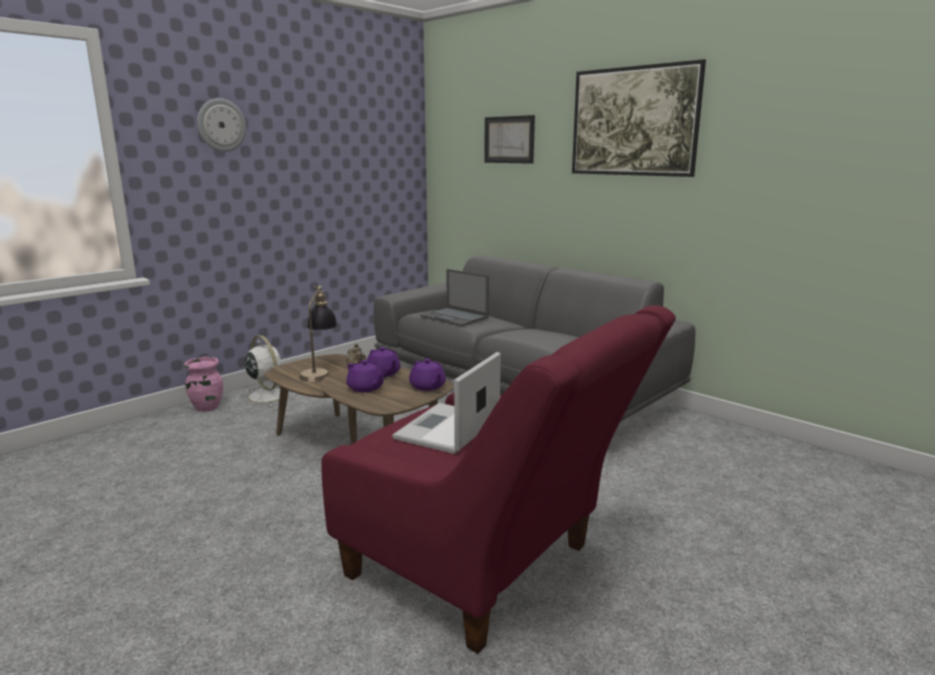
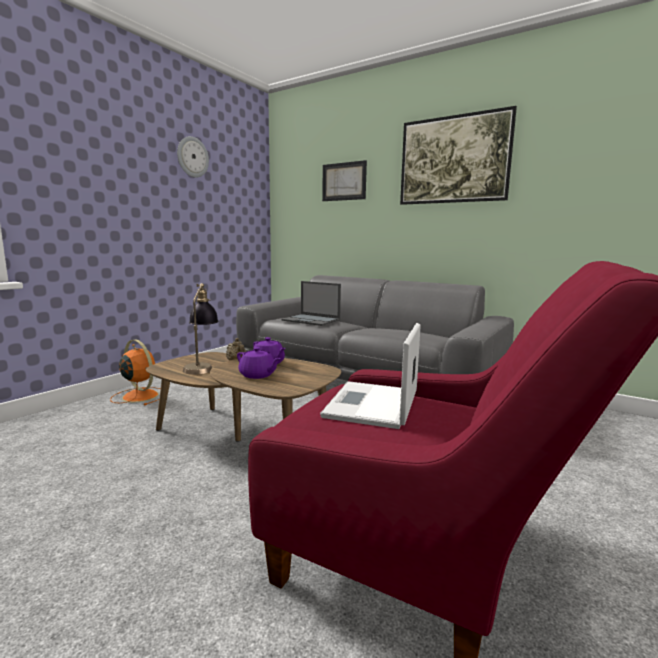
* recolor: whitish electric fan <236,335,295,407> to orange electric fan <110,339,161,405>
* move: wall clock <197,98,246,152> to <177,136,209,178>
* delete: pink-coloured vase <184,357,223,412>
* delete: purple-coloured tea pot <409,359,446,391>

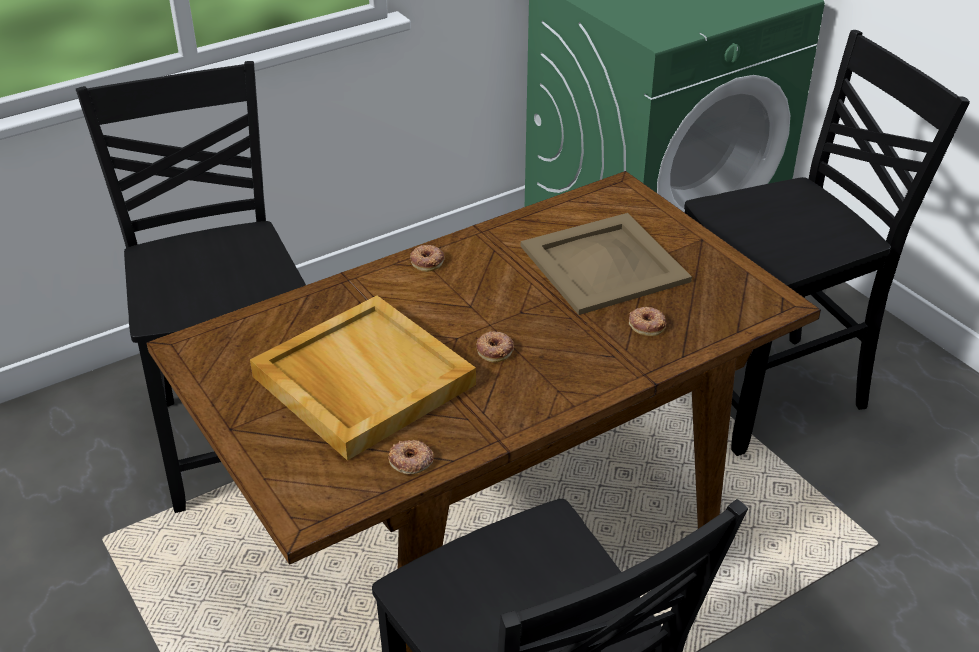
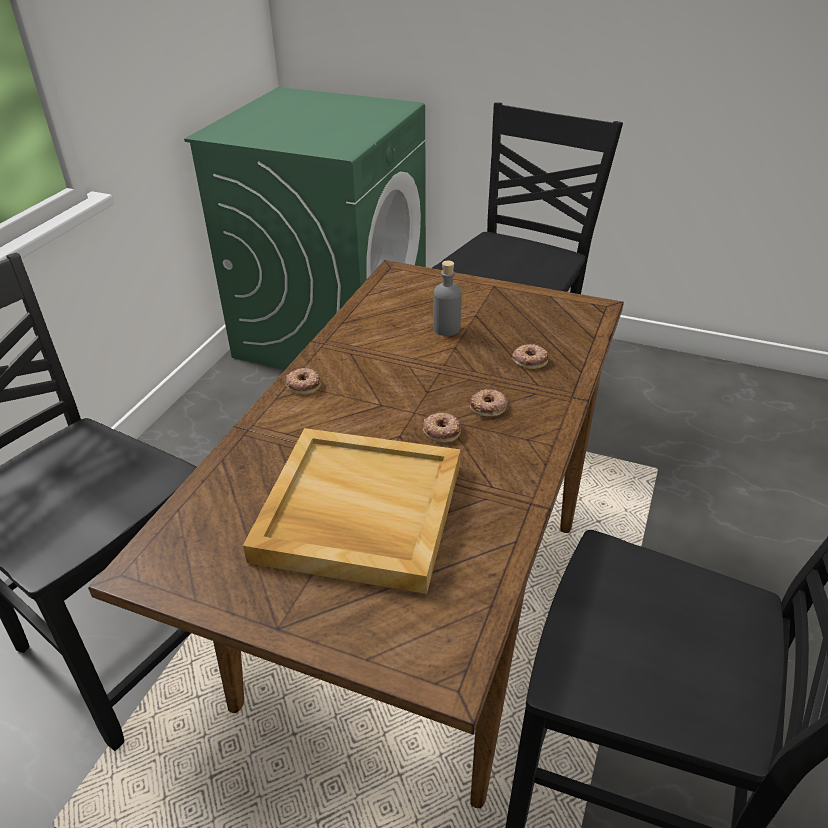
* replace: beige-coloured carrying tray <521,213,692,315> to grey bottle <433,260,462,336>
* move: donut <388,440,434,474> to <470,389,507,416>

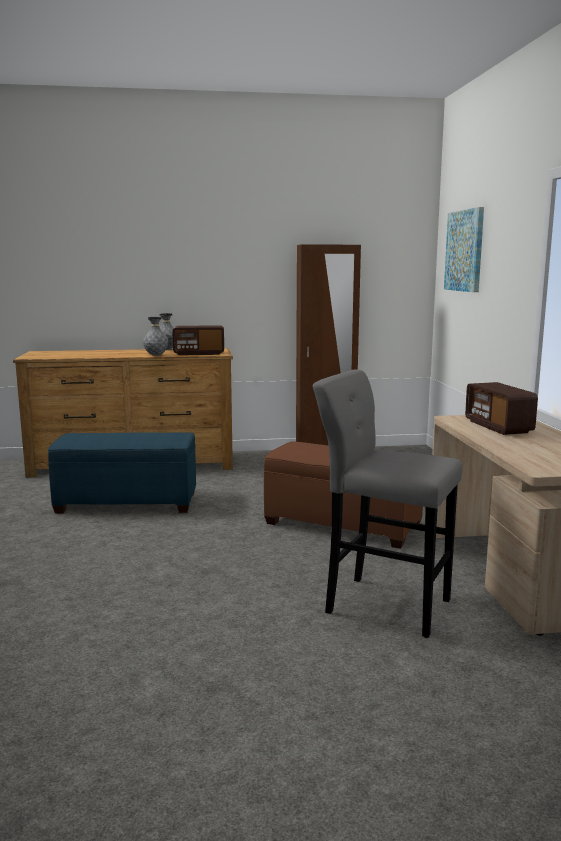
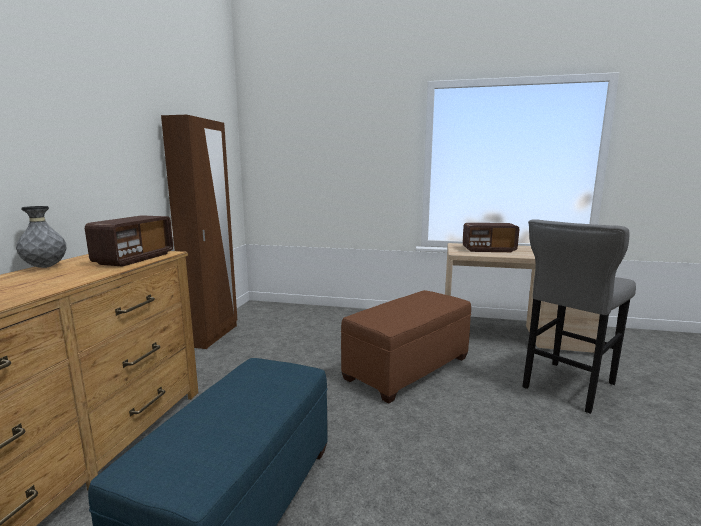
* delete: grey vase <143,317,169,356>
* delete: picture <444,207,484,292>

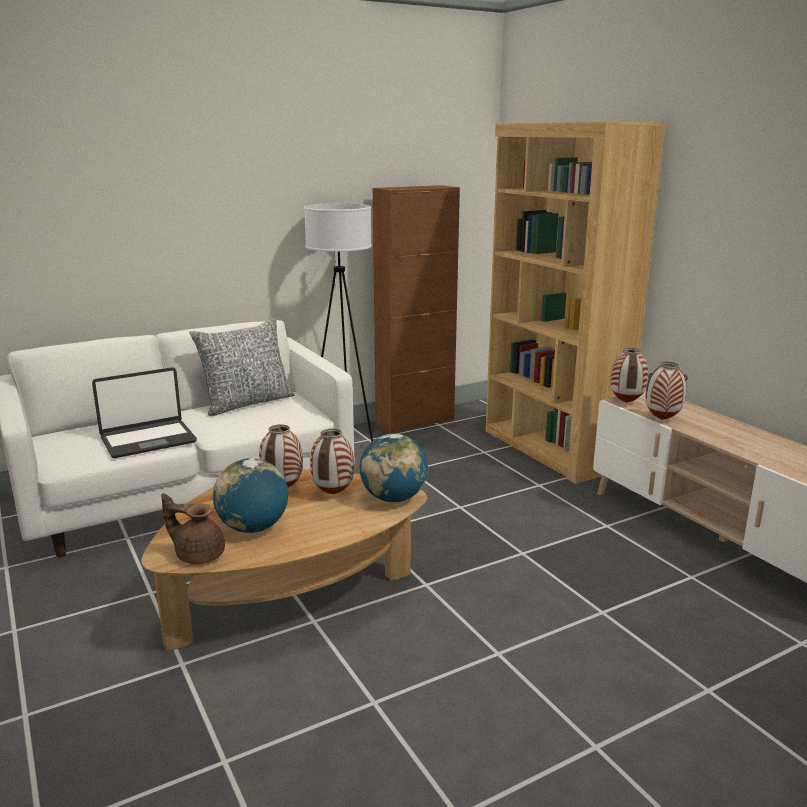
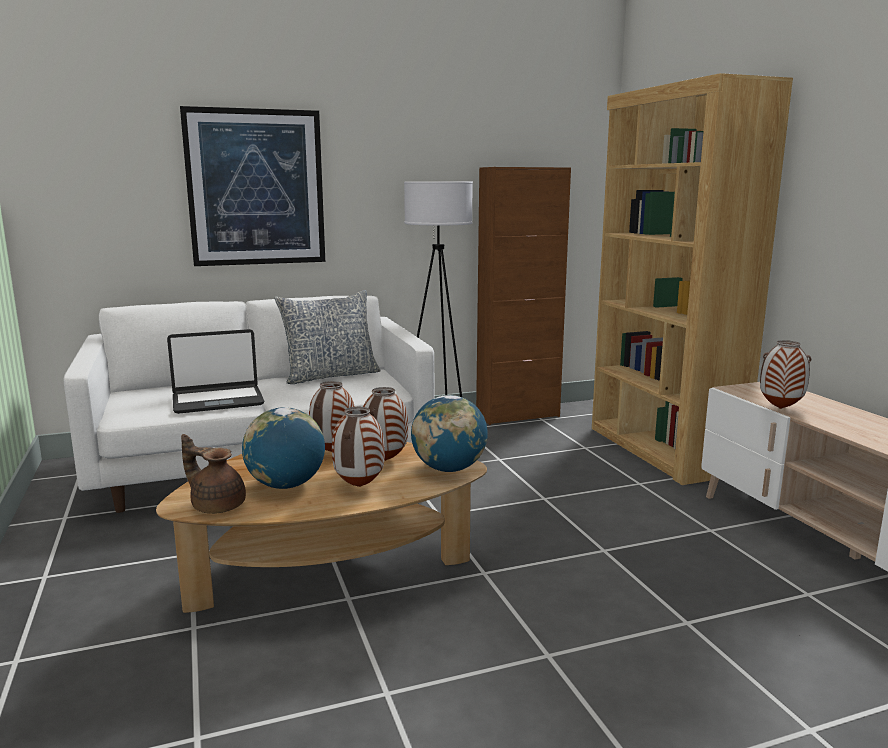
* insert: picture <180,106,325,266>
* move: vase <610,348,648,403> to <332,407,385,487>

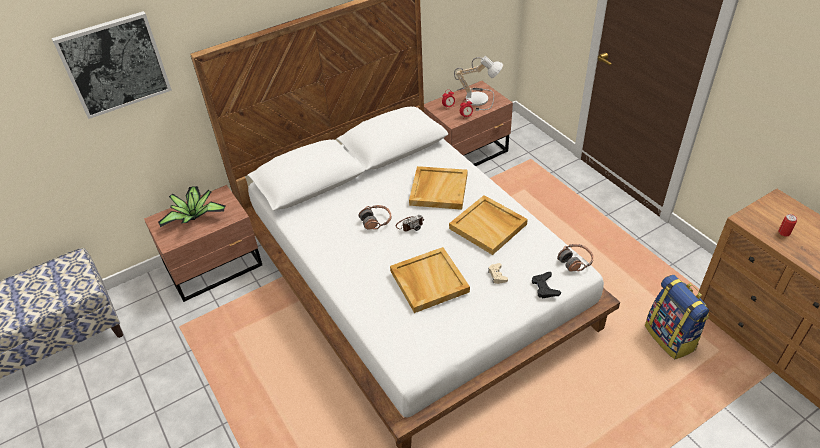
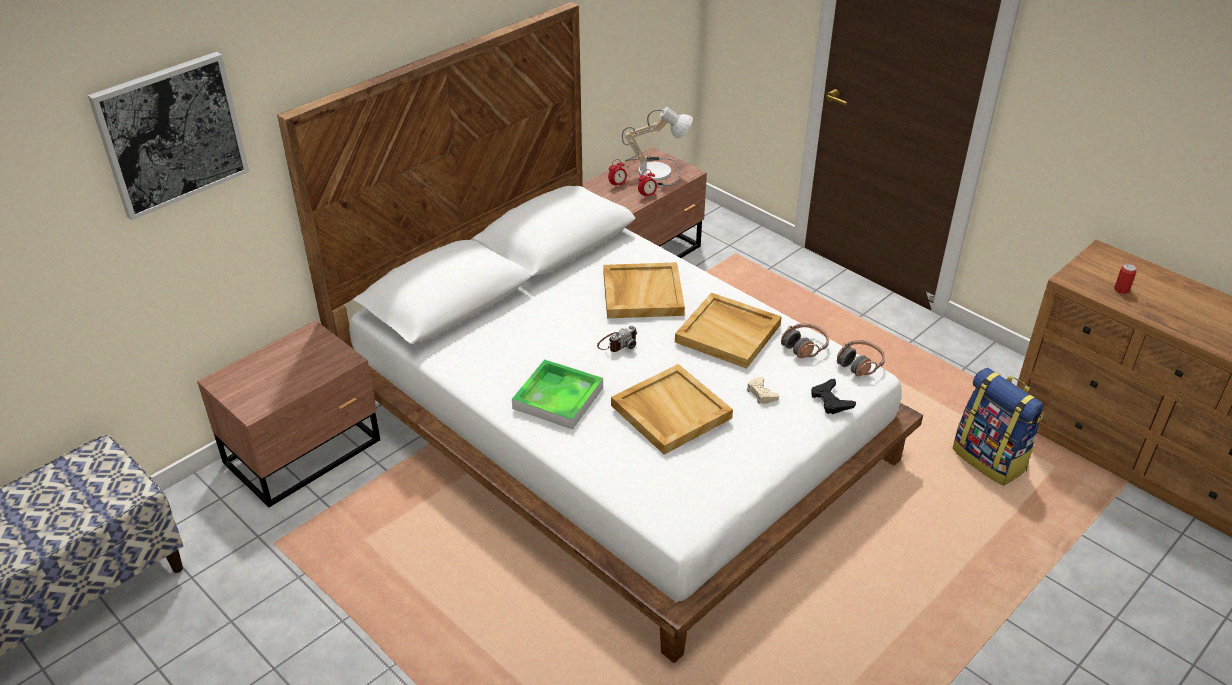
* insert: carrying tray <512,359,603,429>
* move: pair of headphones <359,205,391,230> to <781,323,829,358>
* delete: potted plant <158,186,225,227>

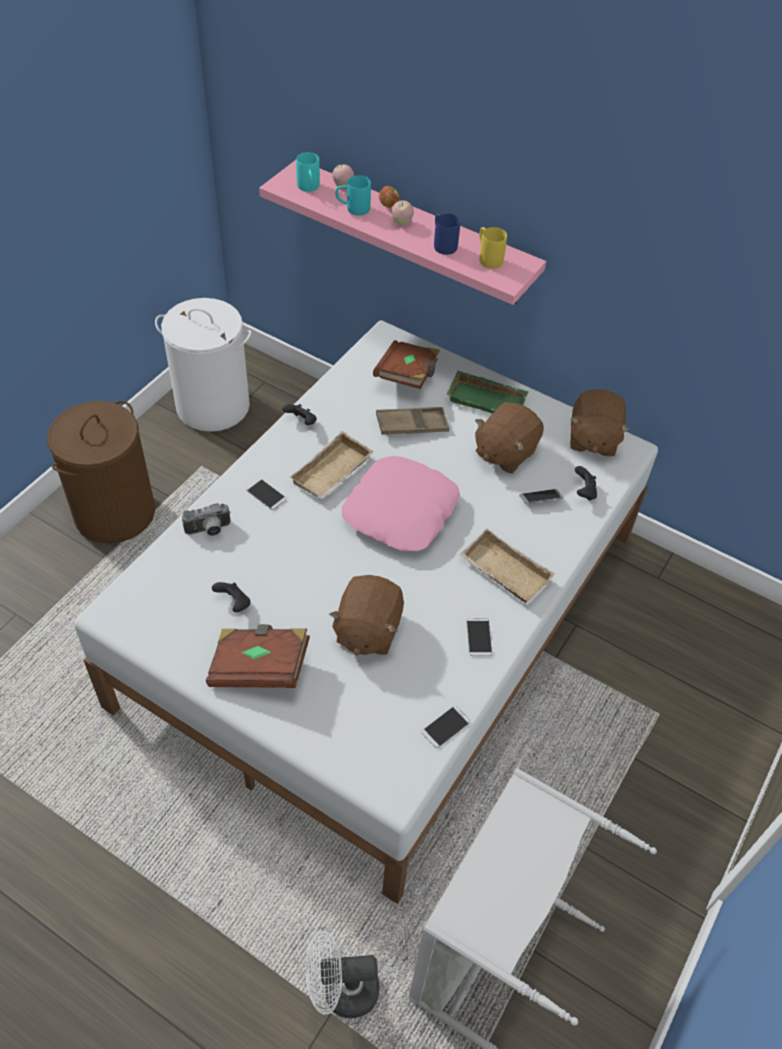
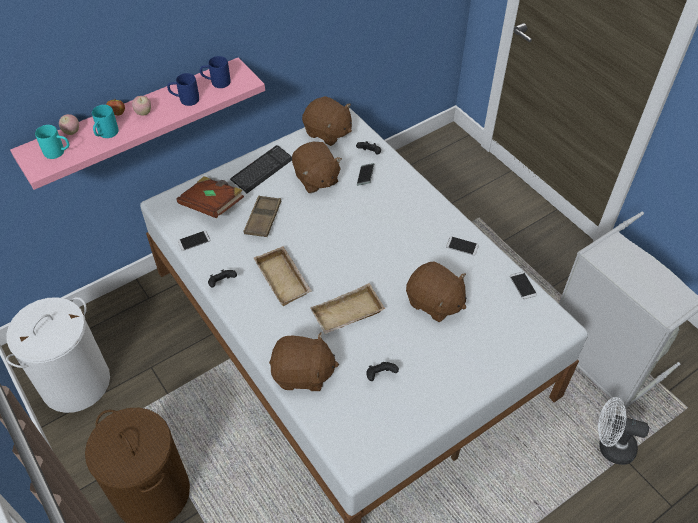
* move: phone <246,478,287,510> to <178,231,211,251>
* recolor: yellow-coloured coffee mug <479,227,507,269> to blue-coloured coffee mug <200,56,231,88>
* replace: green-coloured carrying tray <446,371,528,414> to PC keyboard <230,145,292,193>
* replace: photo camera <182,503,230,536> to brown plush toy <269,332,339,391>
* move: beige-coloured carrying tray <459,529,555,602> to <310,283,385,334>
* rotate: whitish electric fan <305,931,379,1018> = <598,397,649,465> 90 degrees clockwise
* delete: brown book <206,624,310,688>
* delete: pink-coloured cushion <342,456,460,551>

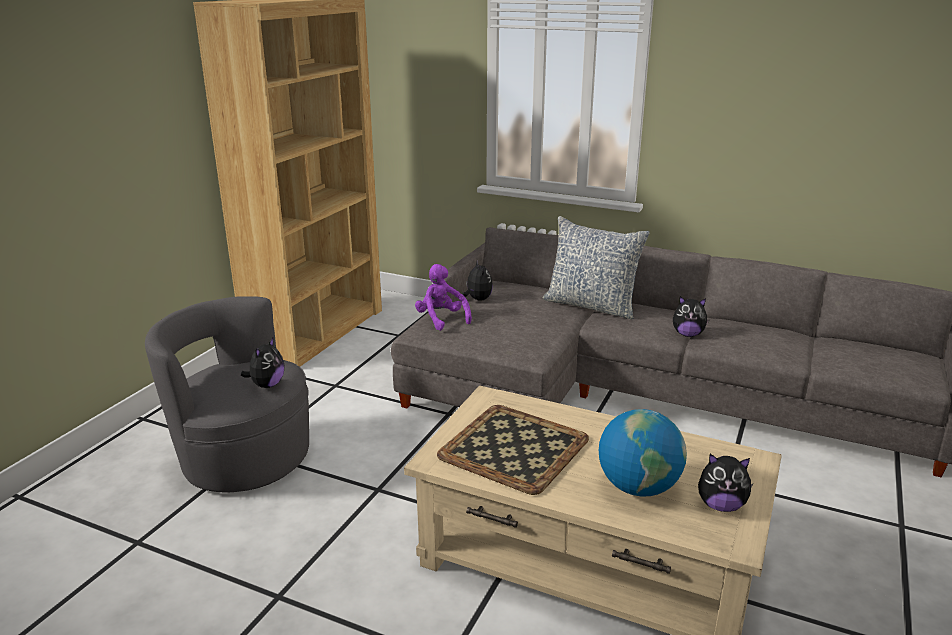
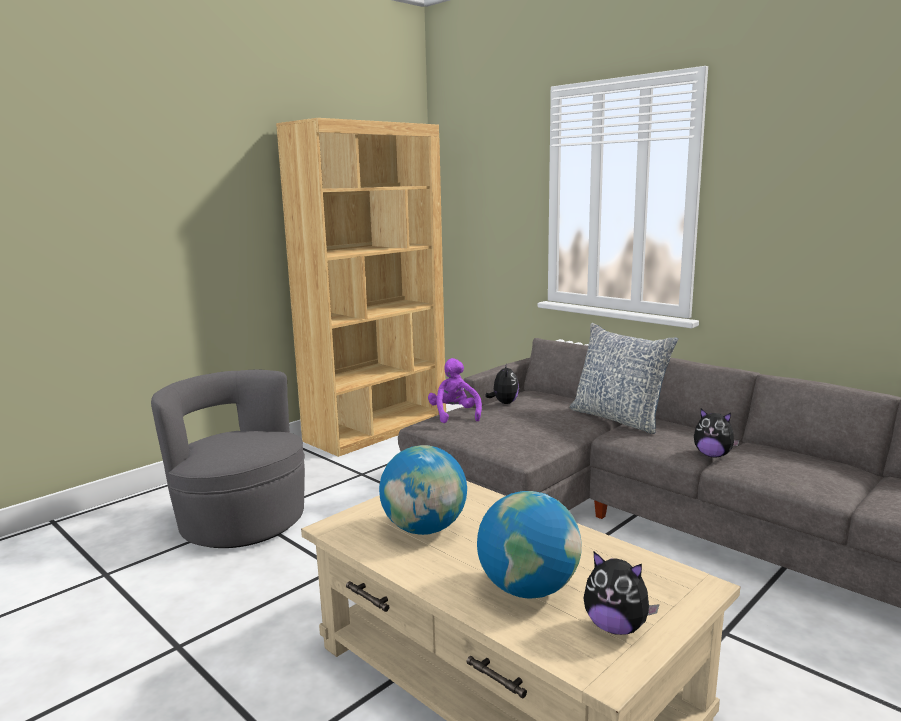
* replace: carrying tray <437,405,589,495> to desk globe <379,445,467,535>
* delete: plush toy <240,338,285,388>

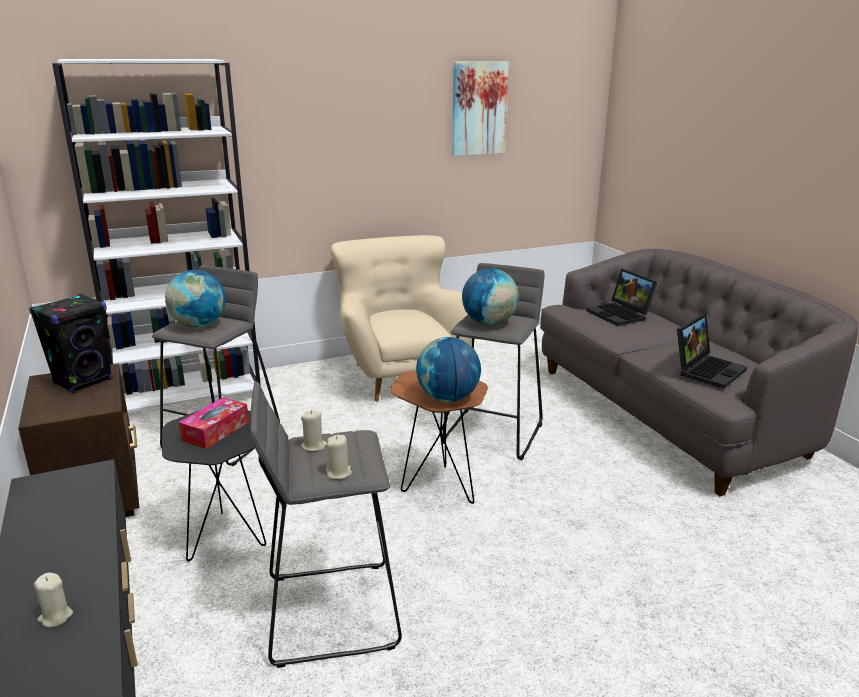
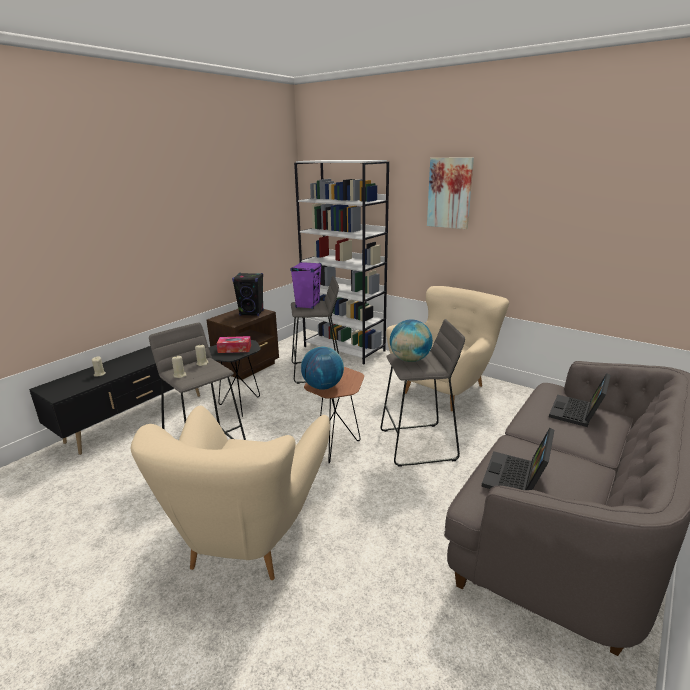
* insert: beige-coloured easy chair <131,406,330,580>
* replace: desk globe <165,270,226,327> to purple-coloured loudspeaker <290,262,322,309>
* move: picture <452,62,509,156> to <427,158,474,229>
* rotate: laptop <677,314,747,389> = <481,428,554,490> 105 degrees clockwise

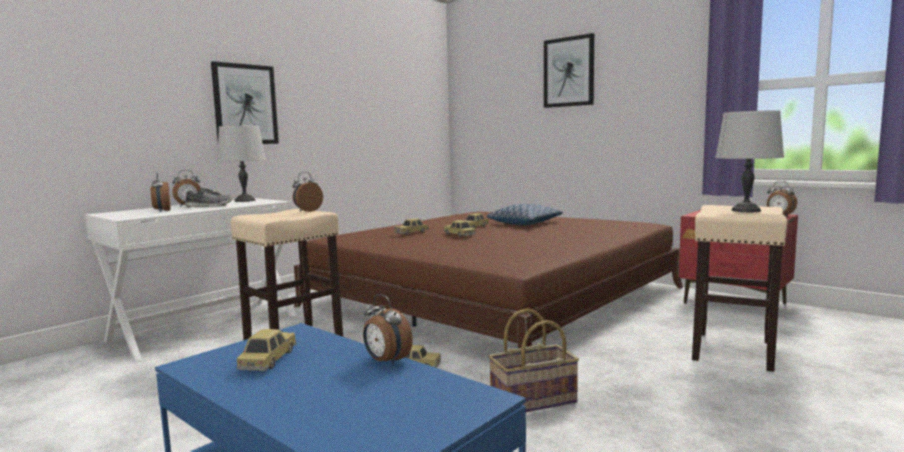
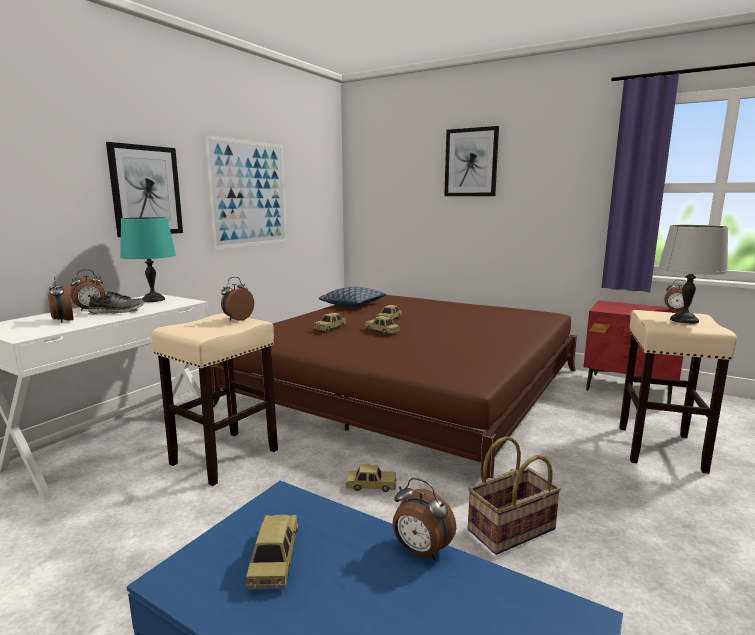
* recolor: grey table lamp <217,126,266,202> to turquoise table lamp <120,217,176,302>
* insert: picture <204,135,287,250>
* move: cushion <487,204,563,225> to <319,287,386,307>

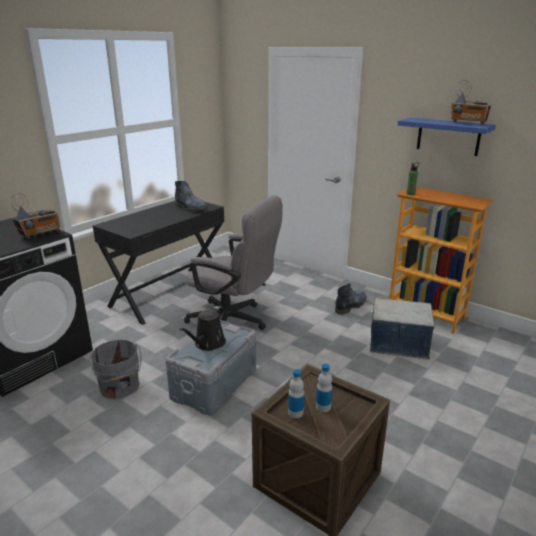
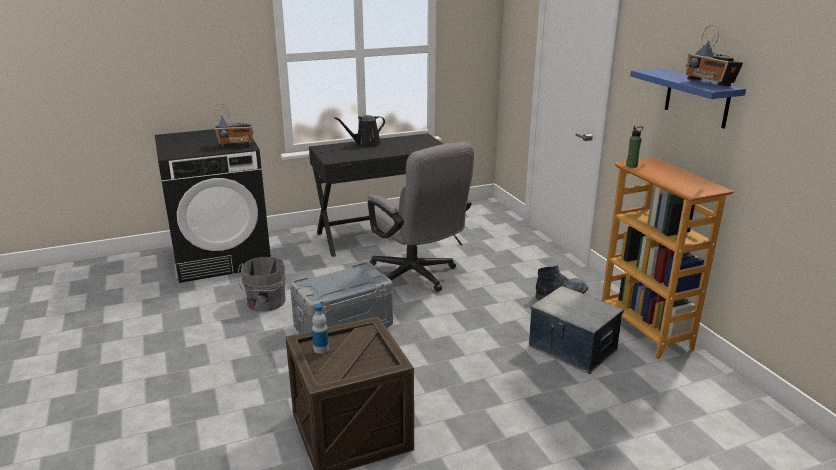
* move: blackish watering pot <179,306,226,351> to <334,115,385,147>
* delete: high-top boot <175,181,208,212>
* delete: bottle <316,363,332,412>

